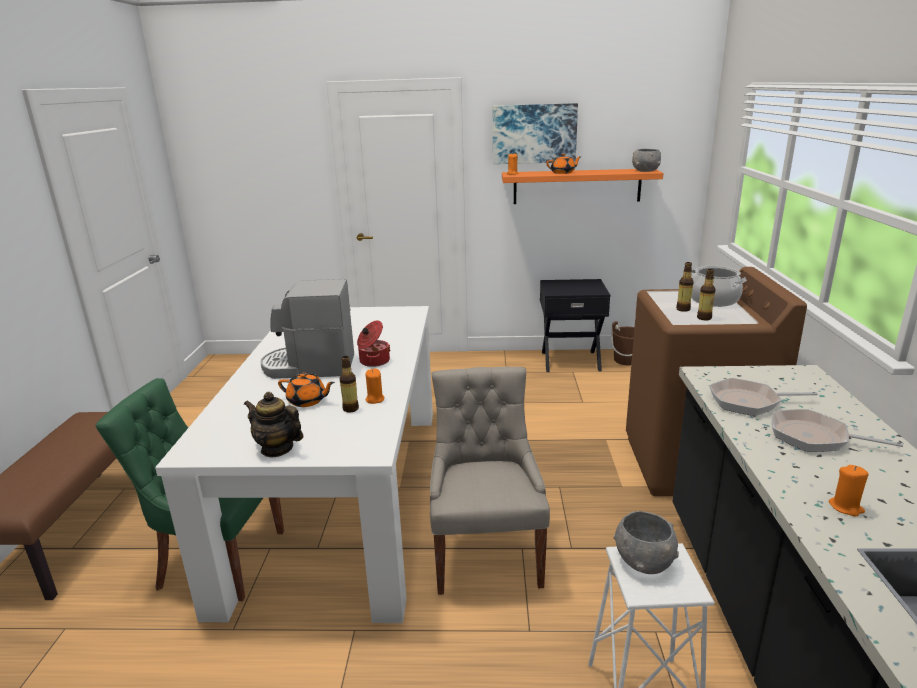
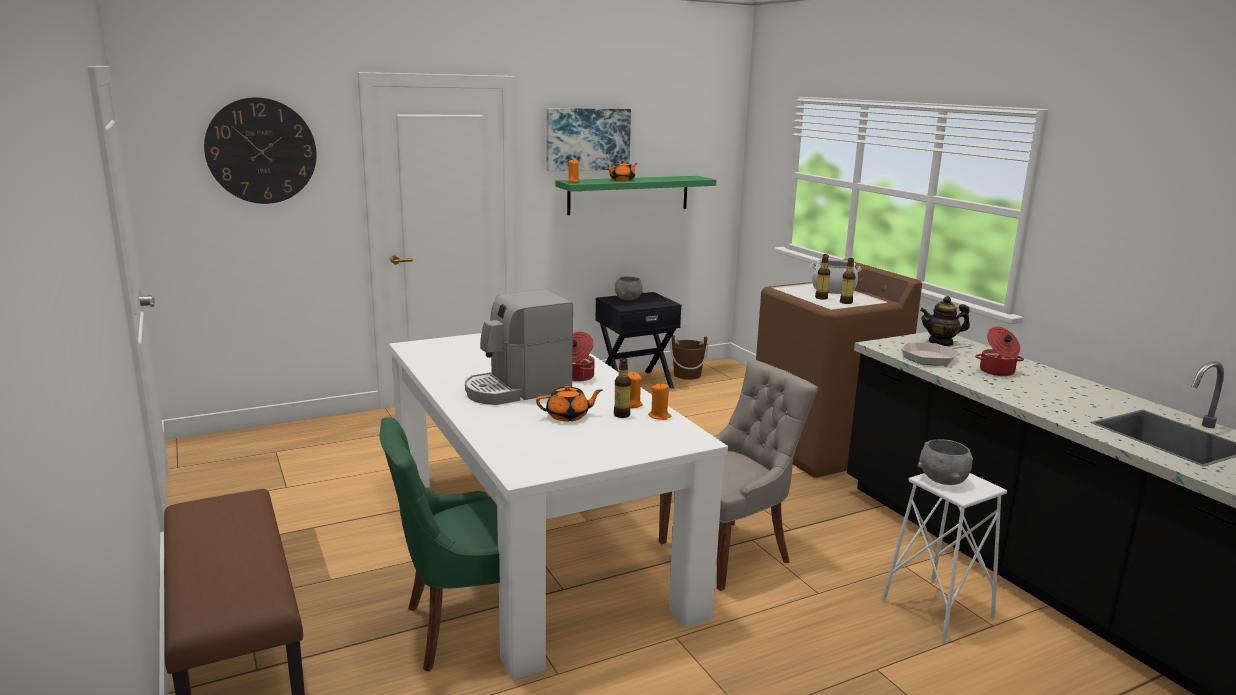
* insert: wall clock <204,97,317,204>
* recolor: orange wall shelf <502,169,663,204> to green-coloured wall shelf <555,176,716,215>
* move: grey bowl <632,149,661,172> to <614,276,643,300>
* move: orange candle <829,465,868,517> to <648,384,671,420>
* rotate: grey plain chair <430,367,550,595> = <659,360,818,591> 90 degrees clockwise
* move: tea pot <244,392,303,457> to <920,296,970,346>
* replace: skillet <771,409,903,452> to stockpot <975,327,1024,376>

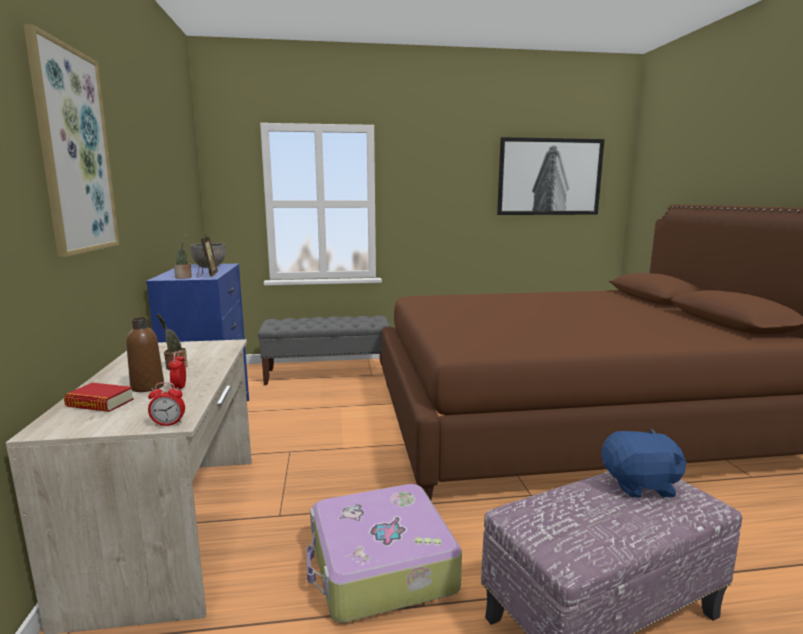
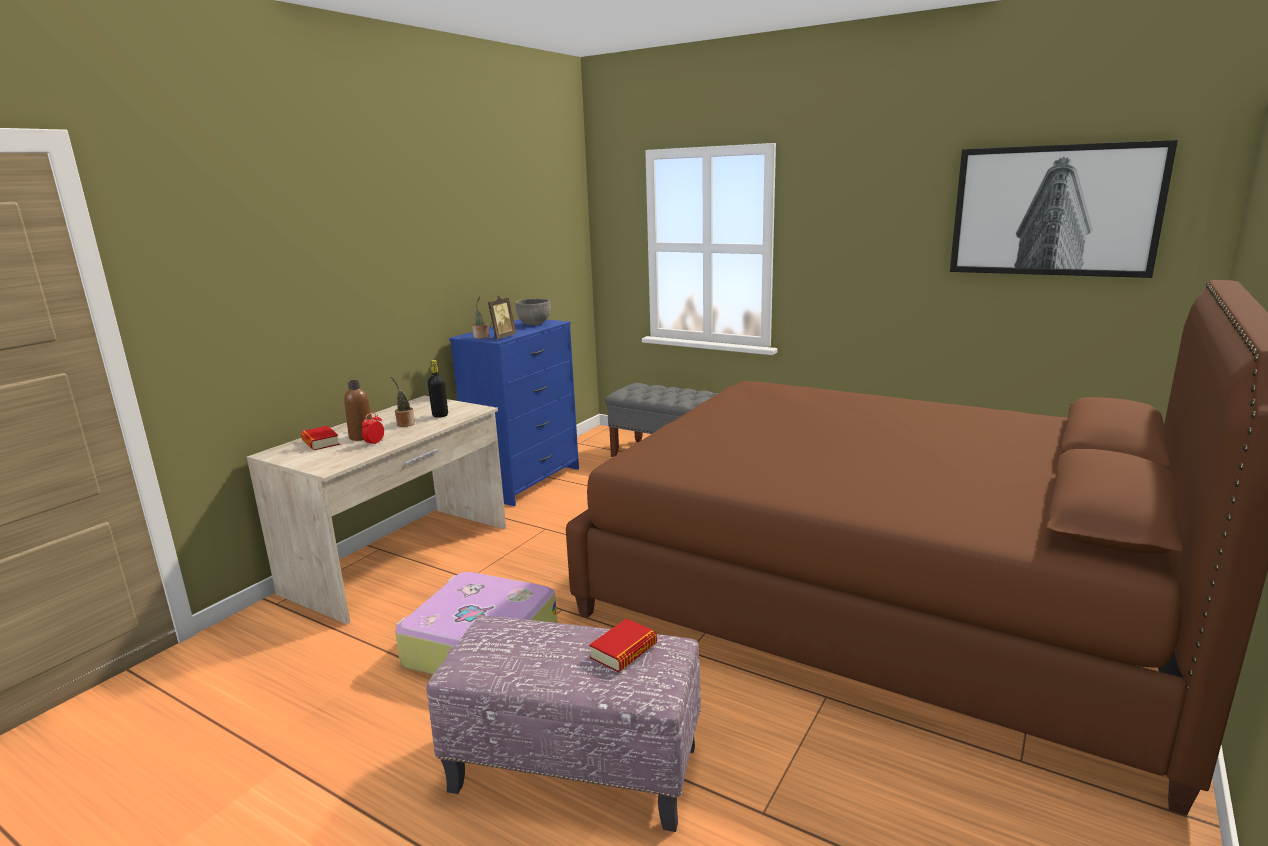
* insert: blackish bottle <428,360,448,418>
* replace: blue-coloured plush toy <601,429,687,498> to book <589,618,657,672>
* delete: picture <23,24,119,257>
* delete: table clock <148,382,185,426>

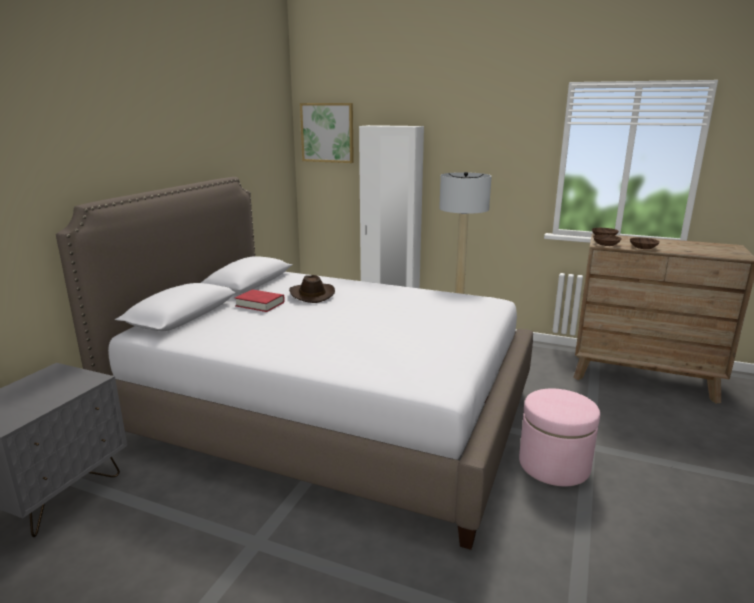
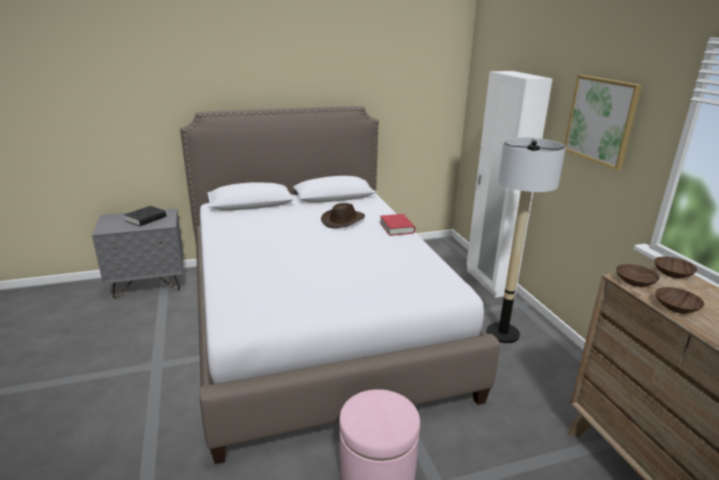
* insert: blackish book <124,206,166,226>
* move: reddish book <235,289,285,312> to <380,214,415,236>
* move: picture <300,103,354,163> to <564,75,642,170>

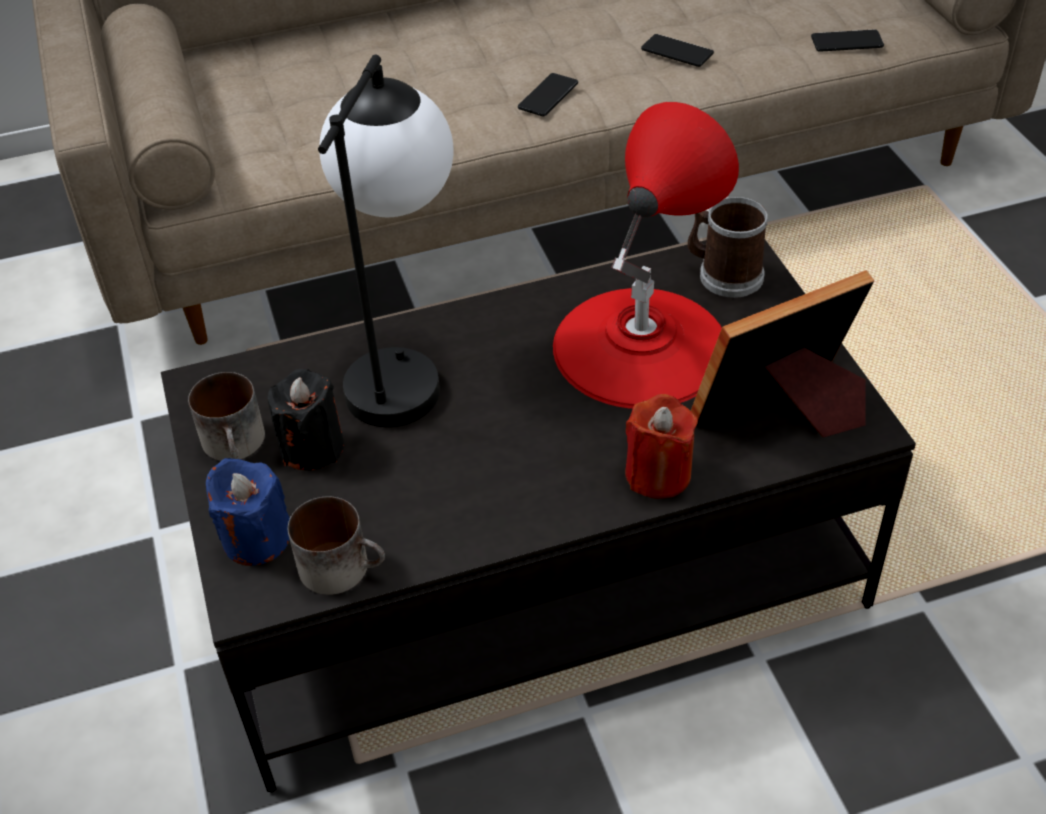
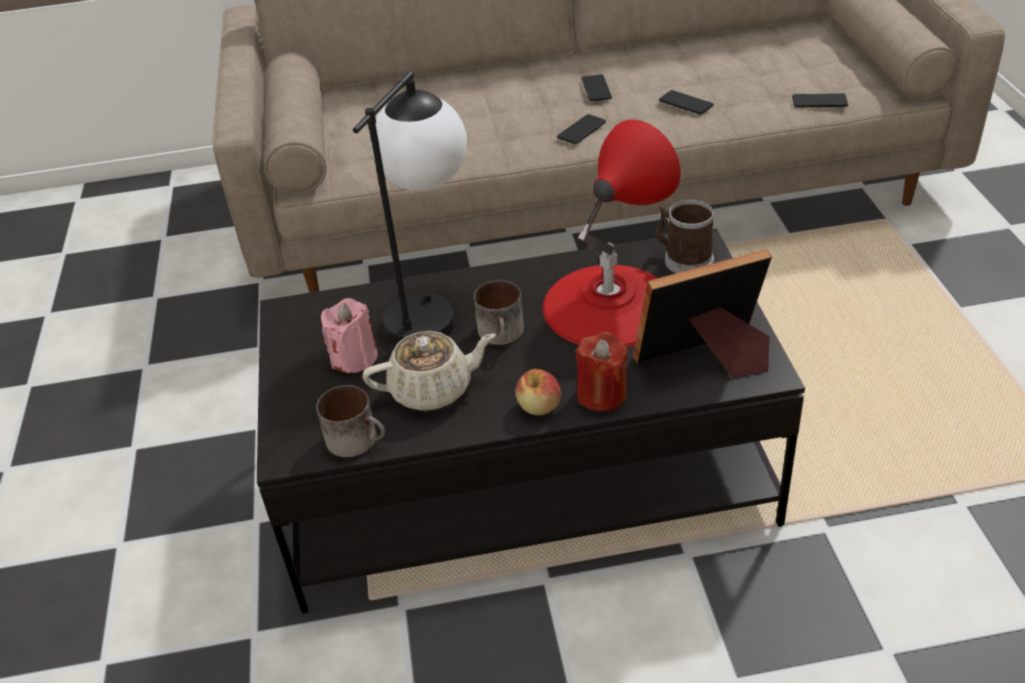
* recolor: blackish candle <268,369,344,470> to pink-coloured candle <321,298,378,373>
* insert: beige-coloured tea pot <362,331,496,411>
* move: coffee mug <188,372,265,461> to <474,280,524,345>
* insert: whole apple <515,369,561,415>
* insert: phone <581,74,612,101>
* delete: blue-coloured candle <206,458,290,566>

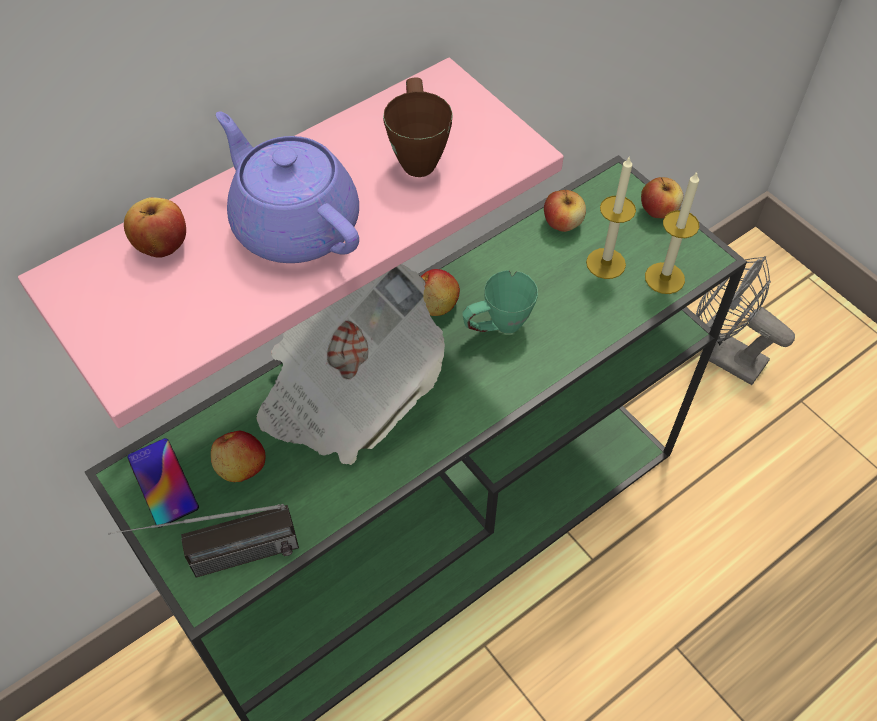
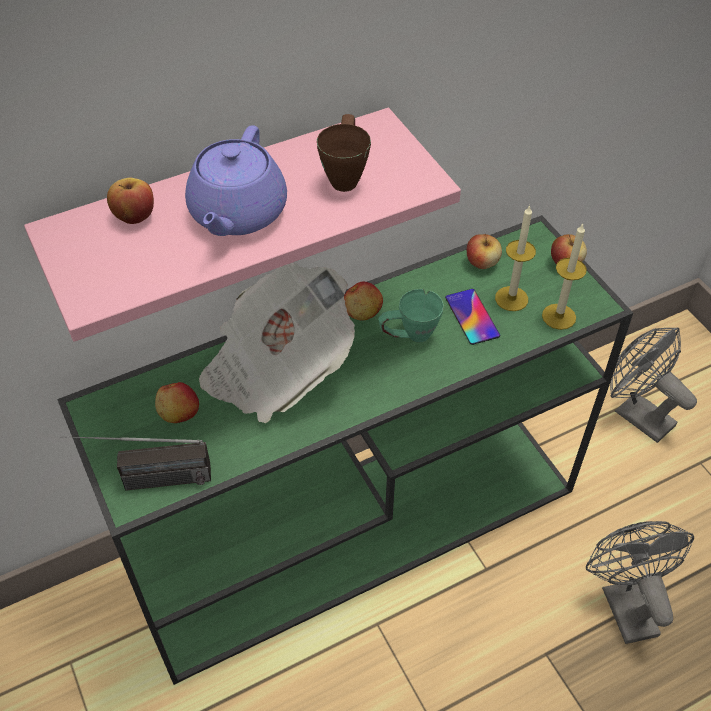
* rotate: purple-coloured tea pot <216,111,359,263> = <185,125,287,236> 135 degrees counterclockwise
* move: phone <127,438,199,527> to <445,289,500,345>
* insert: grey electric fan <586,521,694,644>

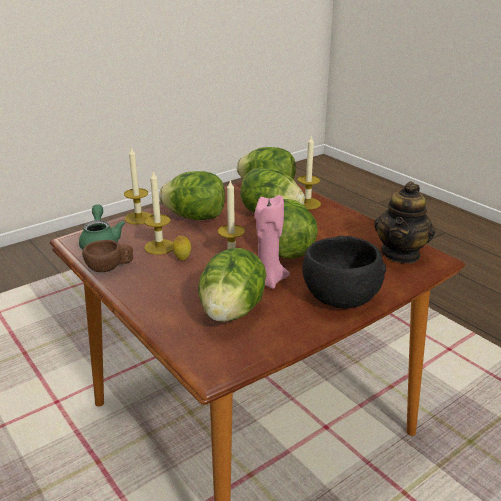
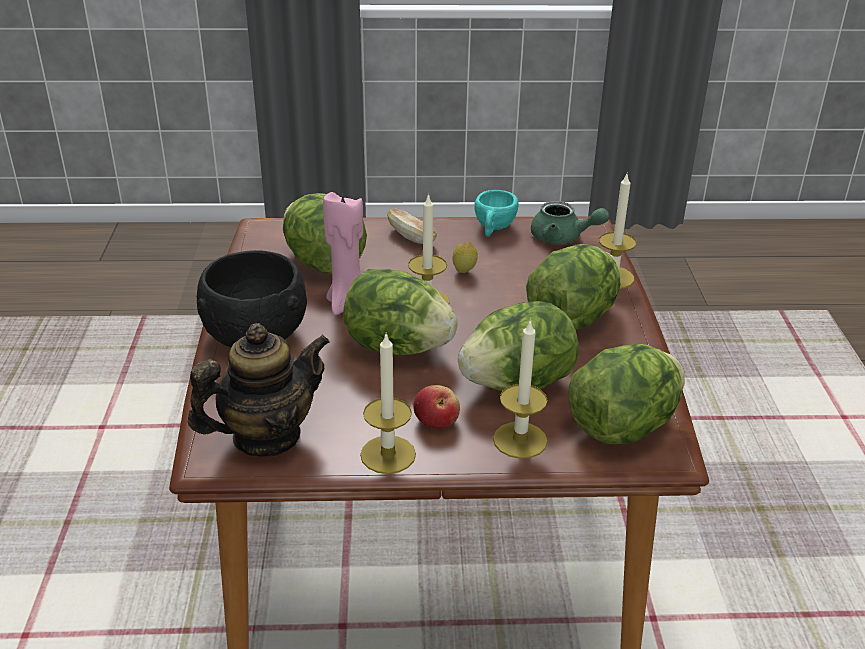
* rotate: tea pot <374,181,435,263> = <188,323,330,457> 90 degrees clockwise
* move: candle <144,172,173,255> to <360,332,416,474>
* insert: bread <387,208,437,244>
* insert: whole apple <413,385,460,429>
* recolor: brown small cup <82,240,134,272> to turquoise small cup <474,190,519,237>

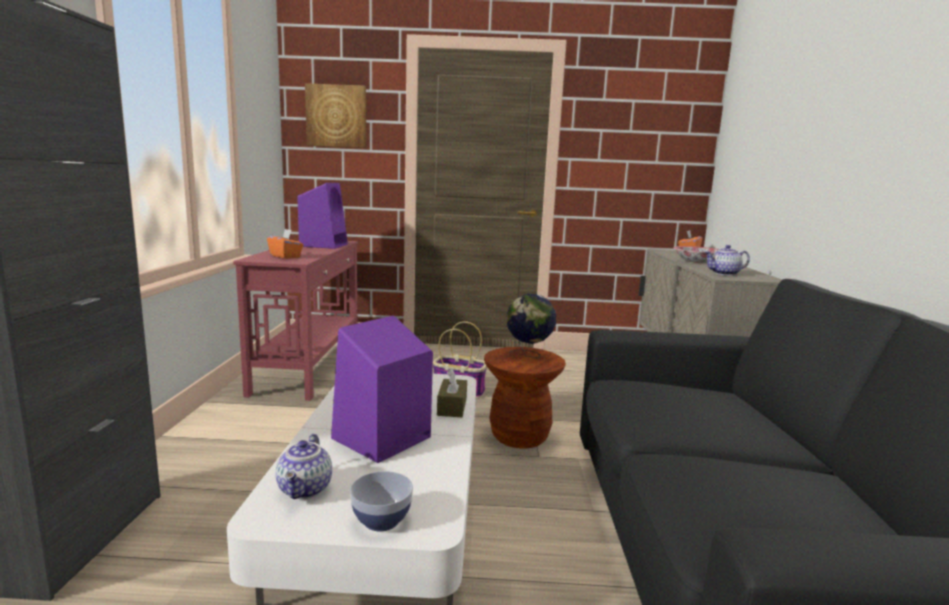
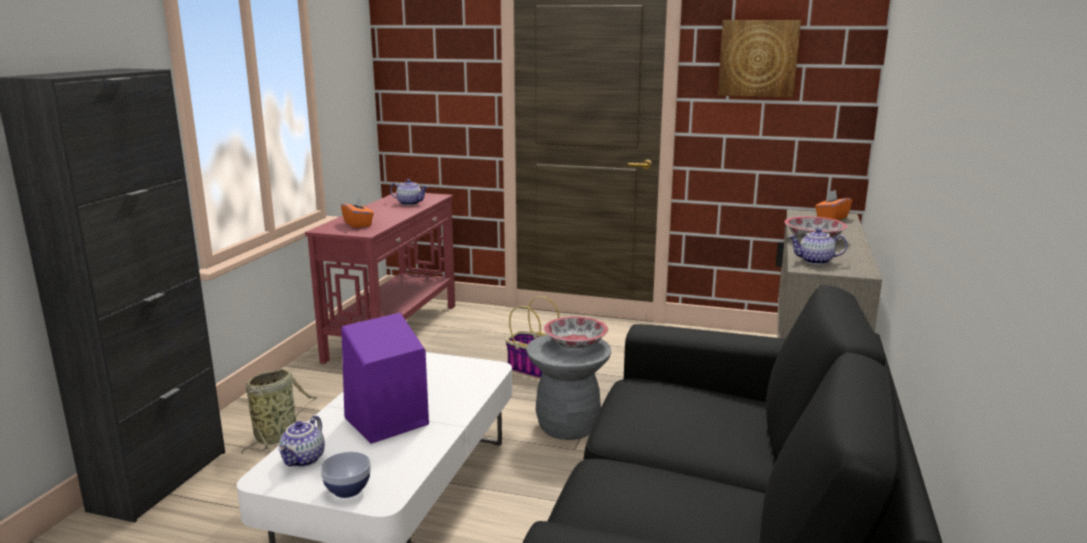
* insert: storage basket <241,369,317,454>
* replace: purple-coloured loudspeaker <297,183,348,249> to tea pot <390,179,428,206>
* recolor: brown stool <484,347,566,449> to grey stool <526,335,611,440>
* replace: desk globe <507,294,556,358> to bowl <544,317,608,349>
* move: picture <305,83,366,148> to <718,20,801,98>
* delete: brown box of tissues <437,368,467,417>

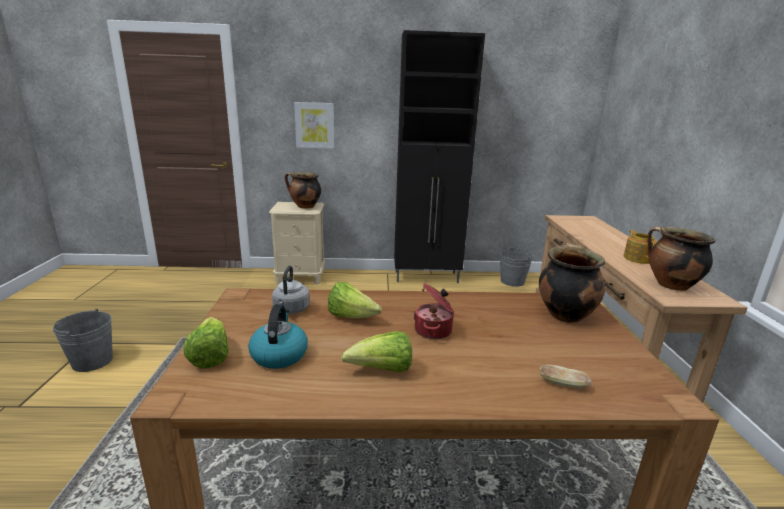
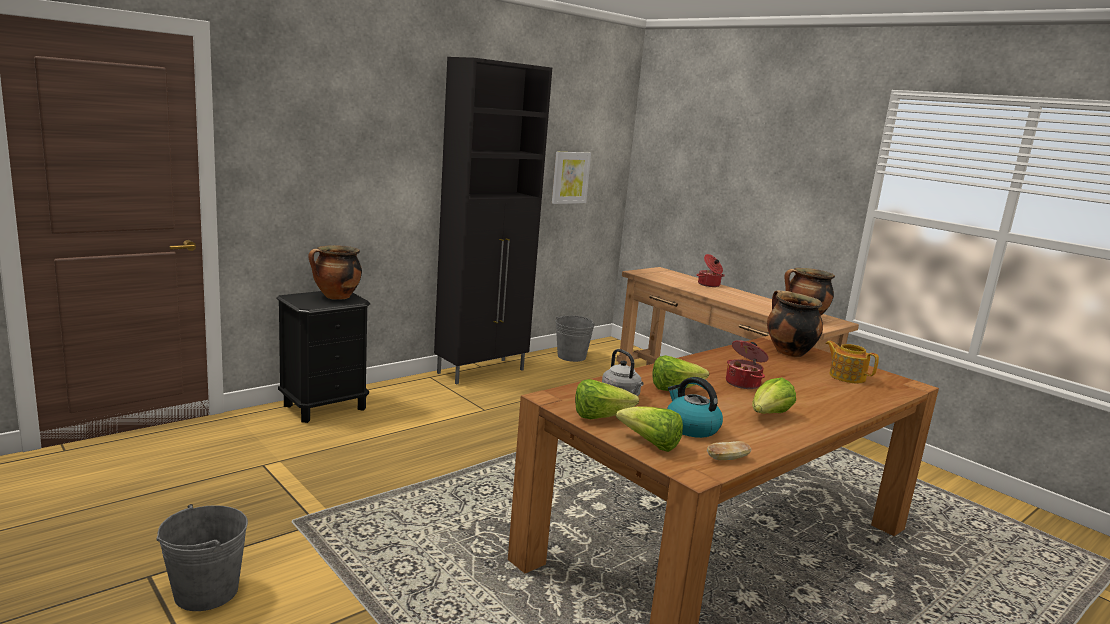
* recolor: beige-coloured nightstand <269,202,325,285> to blackish nightstand <276,291,370,423>
* move: picture <294,102,334,149> to <552,152,591,204>
* insert: lettuce head <575,379,639,419>
* insert: stockpot <696,254,725,287>
* move: bread <540,365,591,388> to <707,441,751,460>
* move: tea pot <624,230,658,264> to <825,341,879,383>

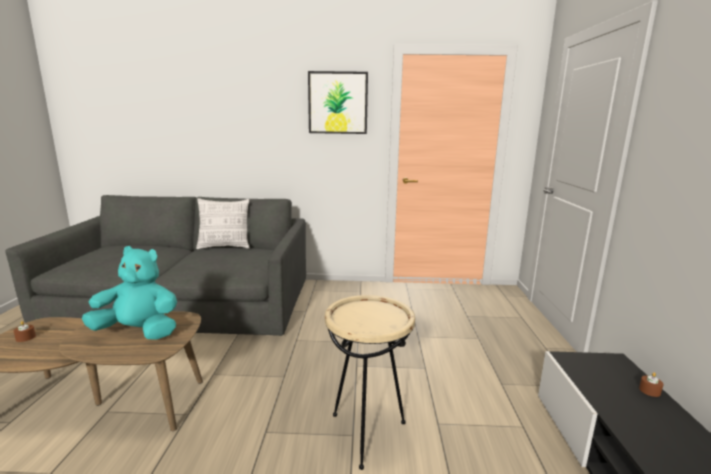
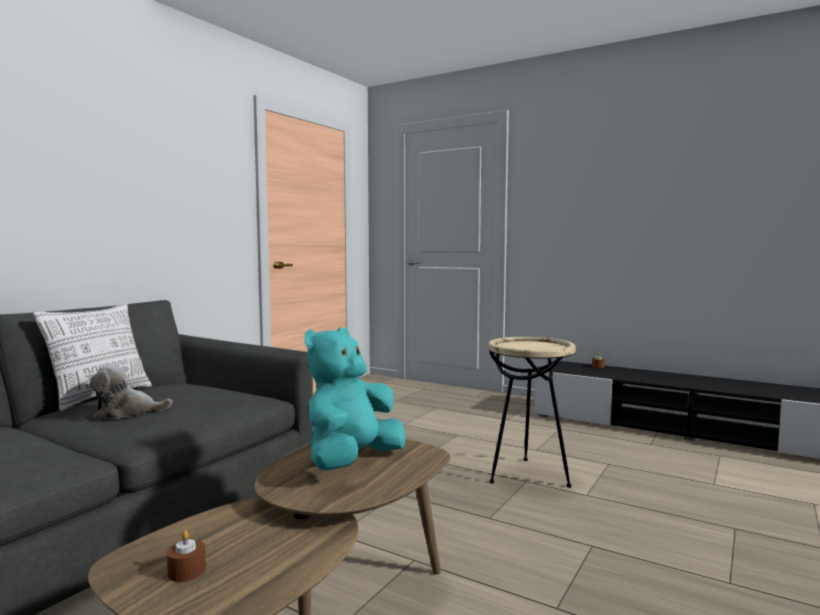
* insert: plush toy <90,364,172,419>
* delete: picture <308,71,368,134>

